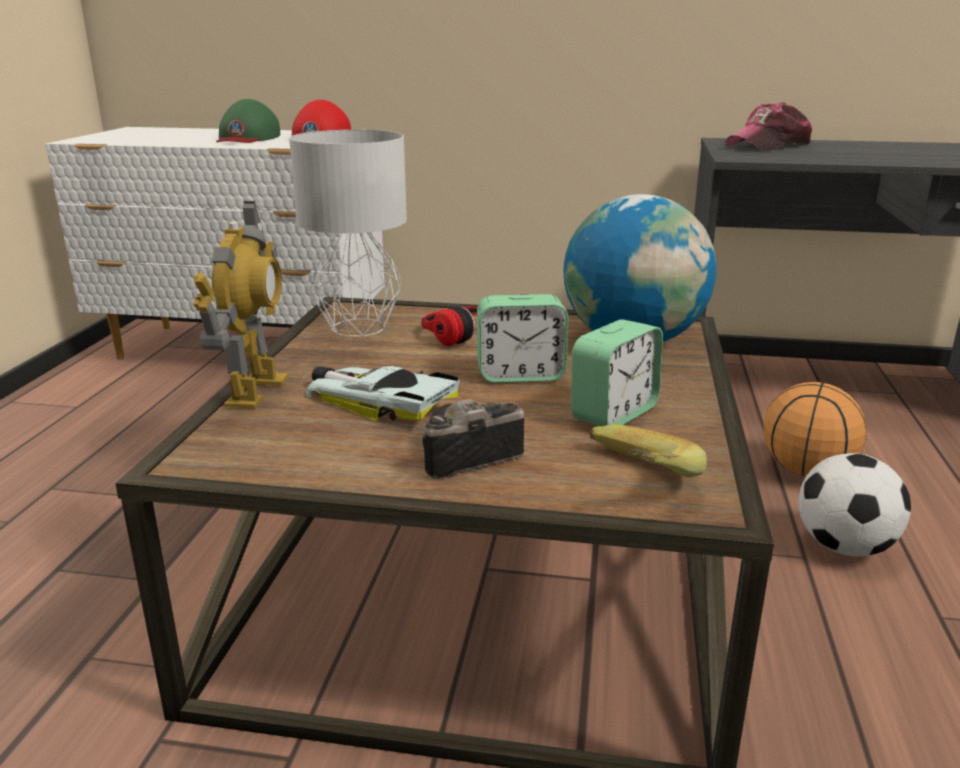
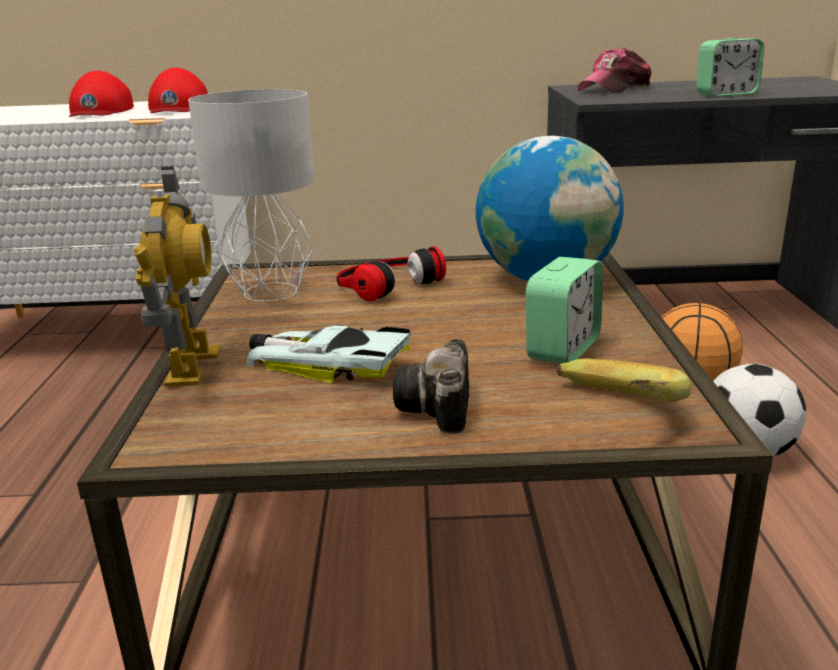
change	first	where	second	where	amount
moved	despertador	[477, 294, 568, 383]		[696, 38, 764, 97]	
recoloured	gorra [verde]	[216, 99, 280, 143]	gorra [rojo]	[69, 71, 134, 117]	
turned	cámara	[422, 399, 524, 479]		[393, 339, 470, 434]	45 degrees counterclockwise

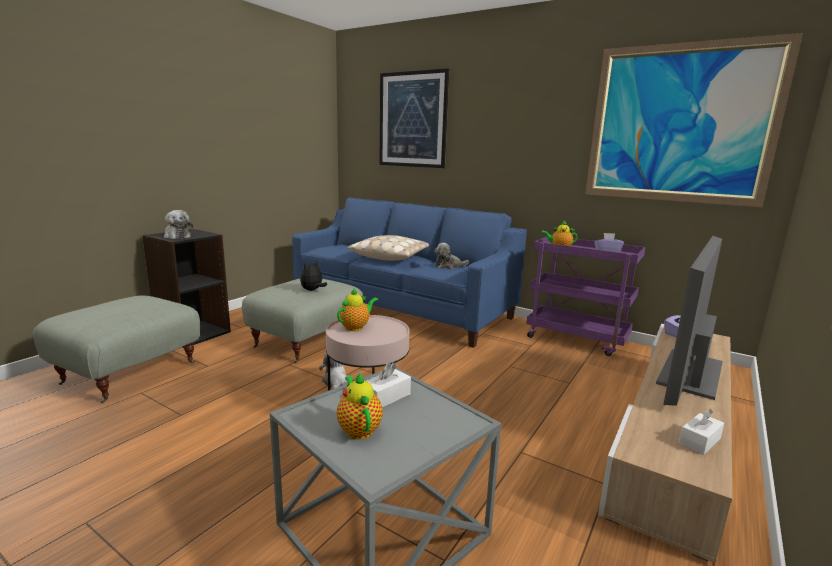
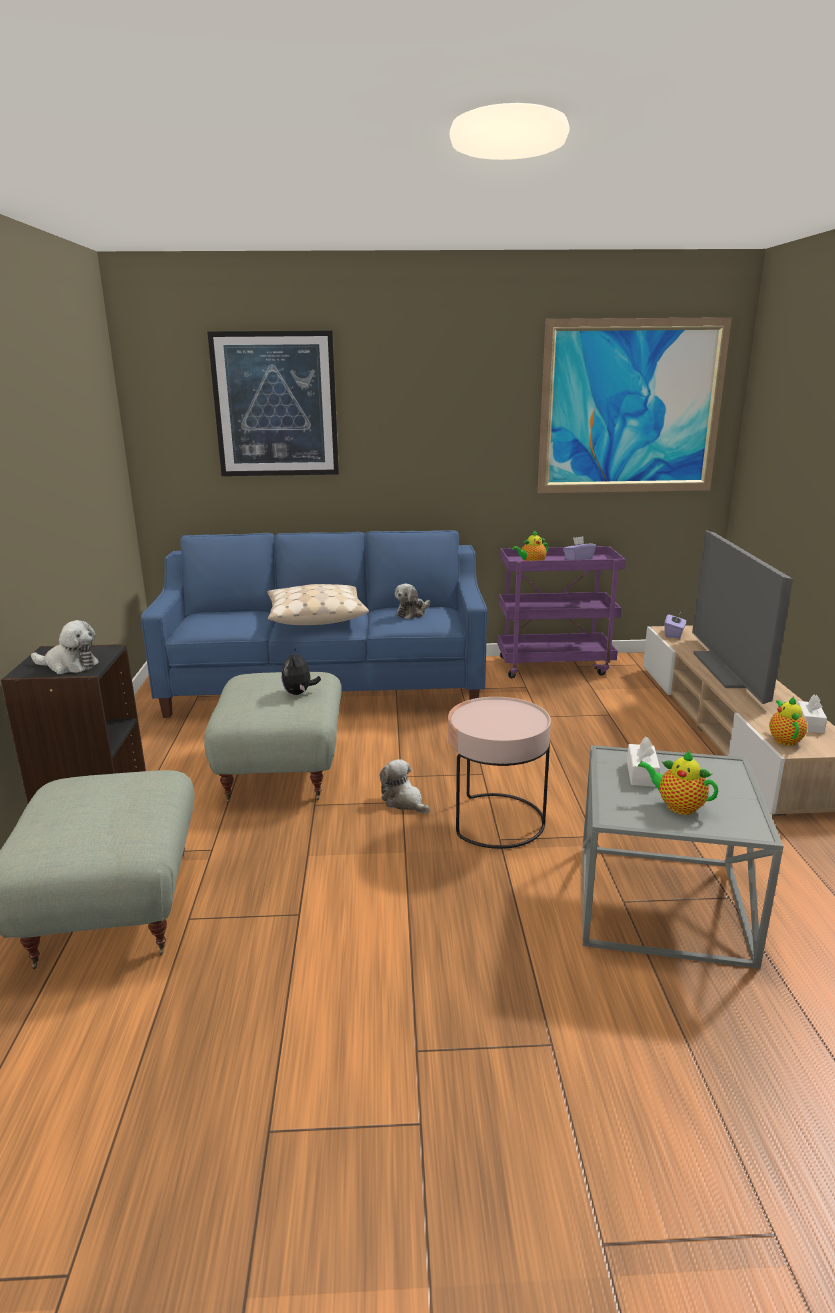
change	first	where	second	where	amount
moved	tetera	[337, 288, 378, 331]		[769, 696, 807, 746]	

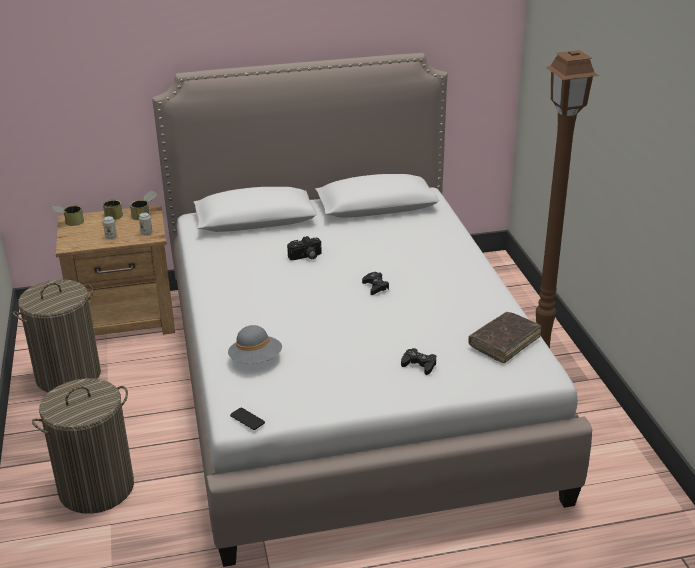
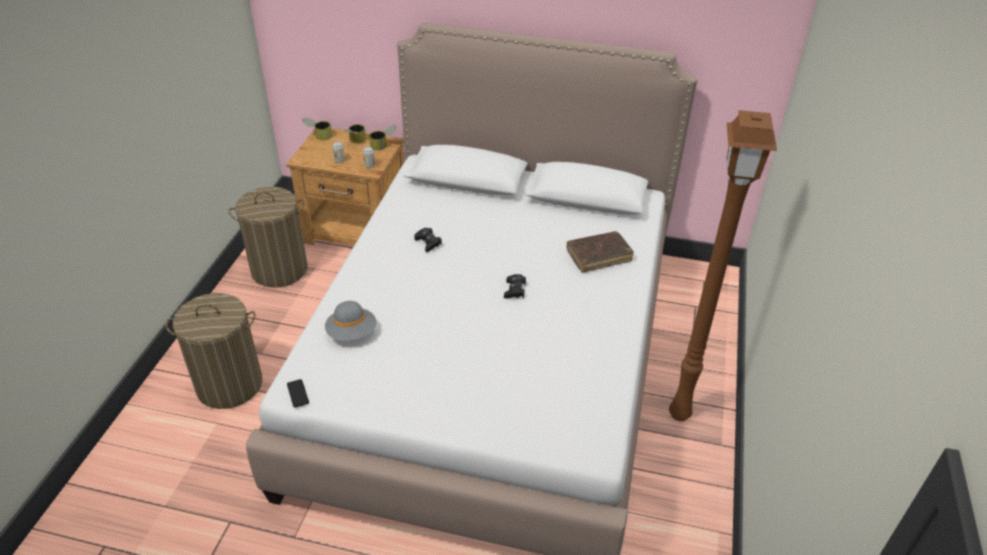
change	first	where	second	where	amount
removed	cámara	[287, 236, 322, 260]			
moved	mando de consola [negro]	[401, 348, 436, 375]		[414, 228, 442, 252]	
moved	libro [marrón]	[469, 312, 542, 363]		[567, 231, 634, 273]	

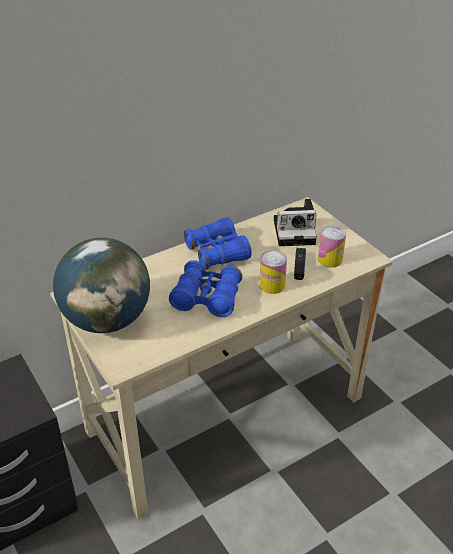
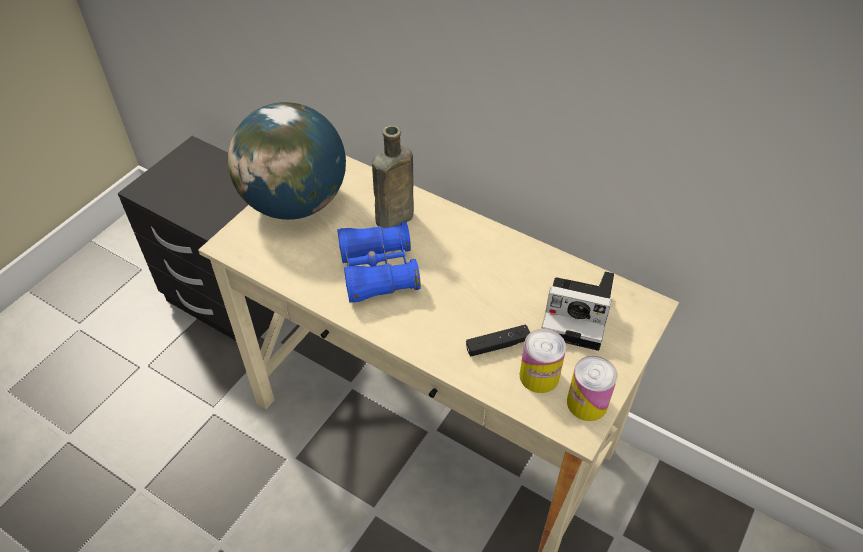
change	first	where	second	where	amount
removed	prismáticos [azul]	[184, 217, 252, 270]			
added			botella [marrón]	[372, 125, 414, 228]	
moved	lata	[259, 250, 287, 294]		[567, 355, 618, 421]	
turned	cámara	[274, 199, 317, 246]		[541, 271, 614, 351]	45 degrees counterclockwise

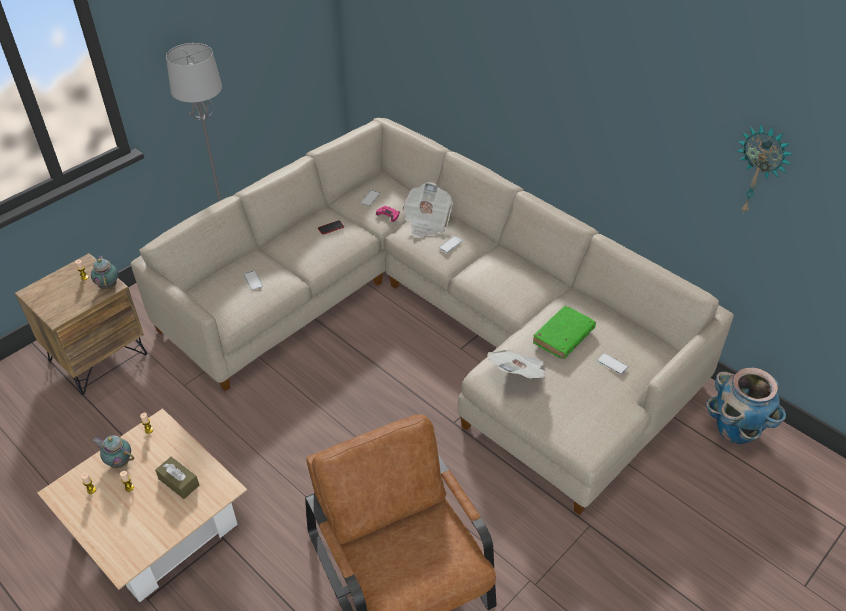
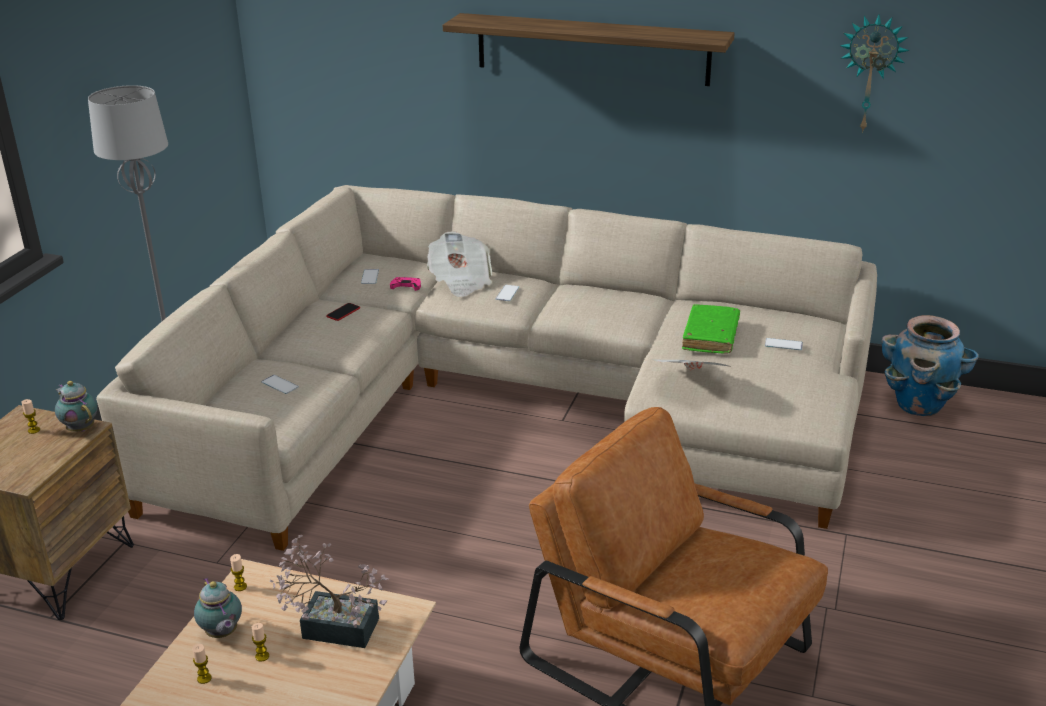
change	first	where	second	where	amount
added			estante	[443, 13, 735, 86]	
replaced	caja de pañuelos [marrón]	[155, 457, 199, 499]	planta en maceta	[270, 535, 389, 648]	
turned	tetera	[93, 435, 134, 468]		[194, 577, 242, 638]	120 degrees counterclockwise

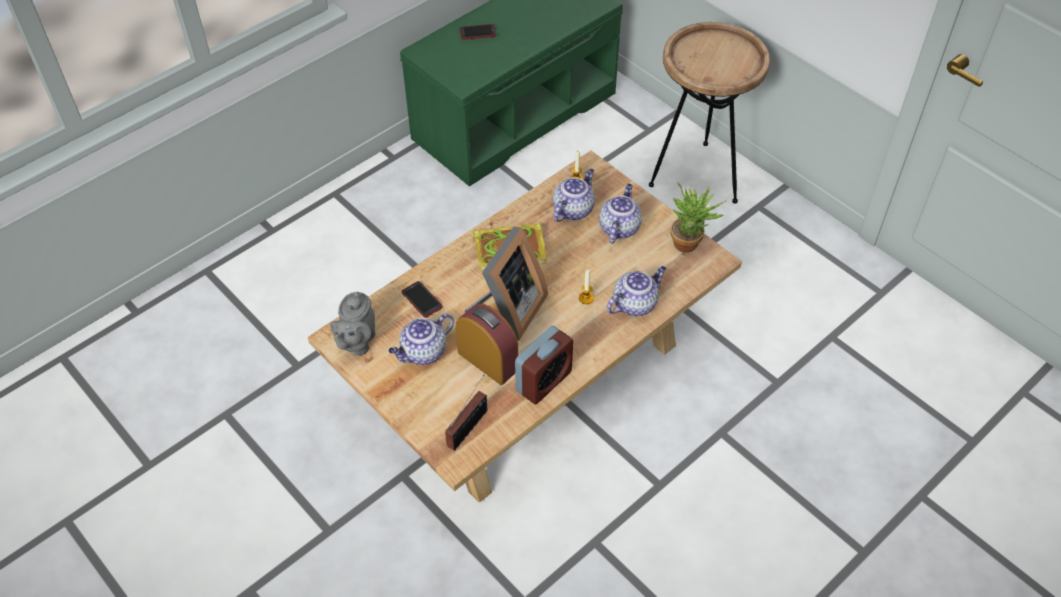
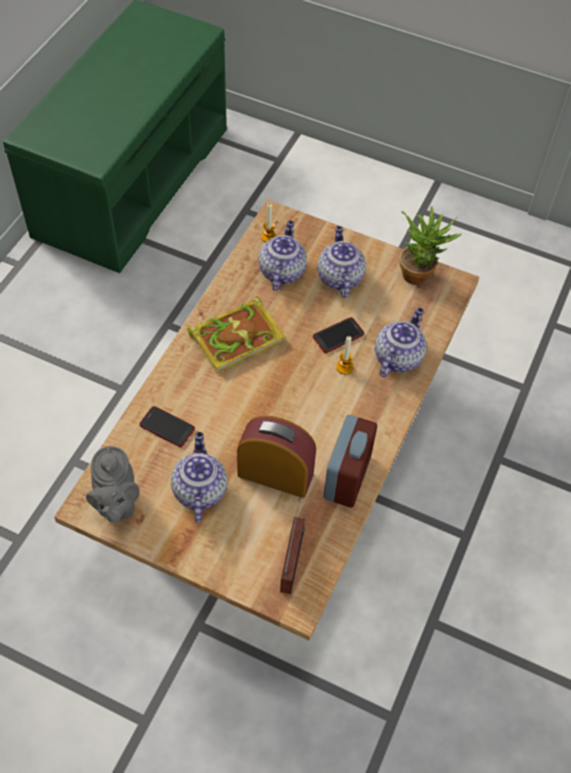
change	first	where	second	where	amount
removed	portarretratos	[465, 227, 548, 340]			
removed	mesa auxiliar [marrón]	[649, 22, 770, 204]			
moved	móvil	[460, 24, 496, 40]		[313, 317, 364, 353]	
turned	tetera	[389, 314, 454, 365]		[171, 432, 228, 523]	150 degrees clockwise

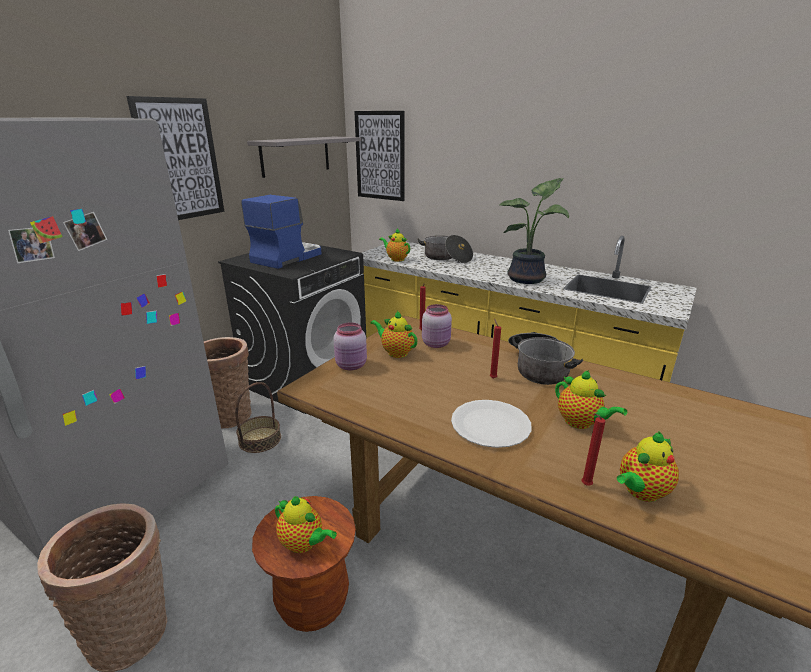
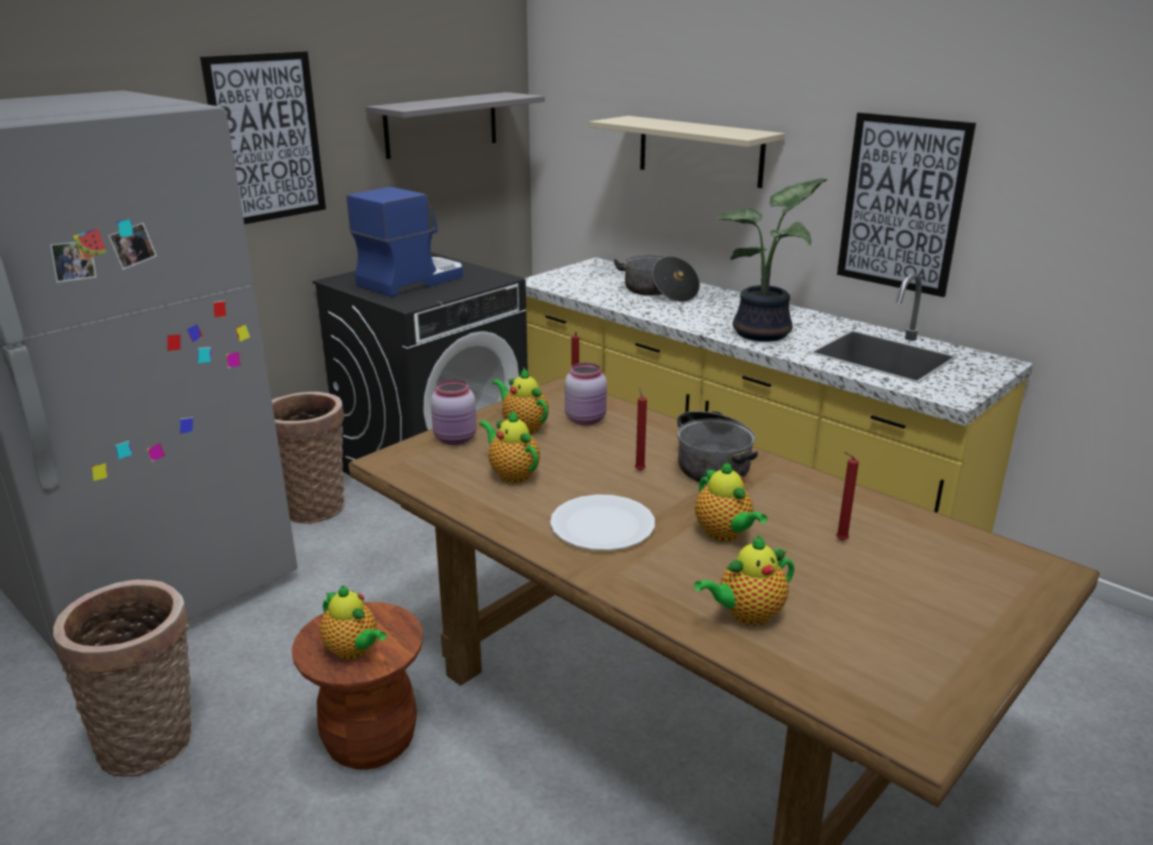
change	first	where	second	where	amount
removed	cesta	[235, 382, 281, 453]			
added			estante [beis]	[590, 116, 785, 188]	
moved	cuadro	[354, 111, 405, 201]		[837, 112, 976, 297]	
moved	tetera	[379, 228, 410, 262]		[479, 410, 540, 483]	
moved	vela [rojo]	[581, 413, 606, 485]		[836, 452, 859, 541]	

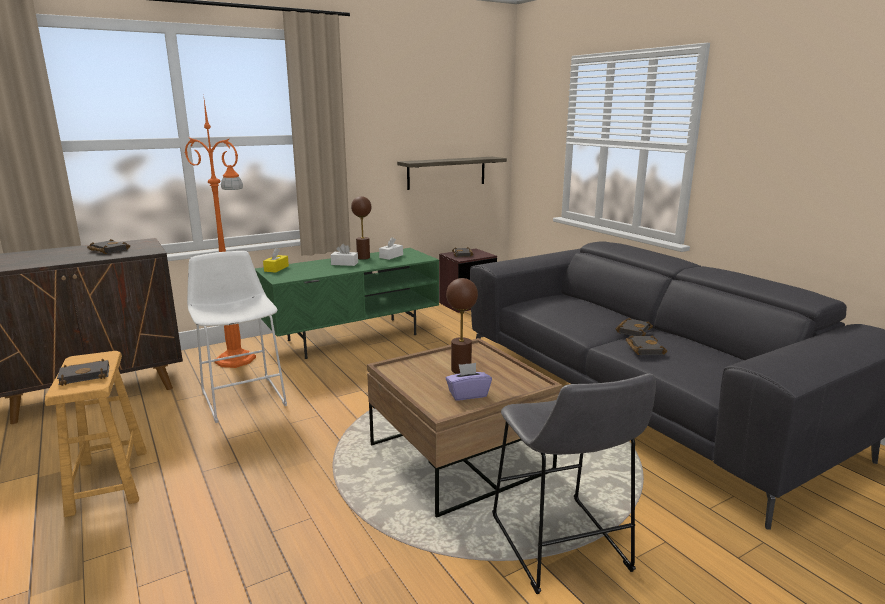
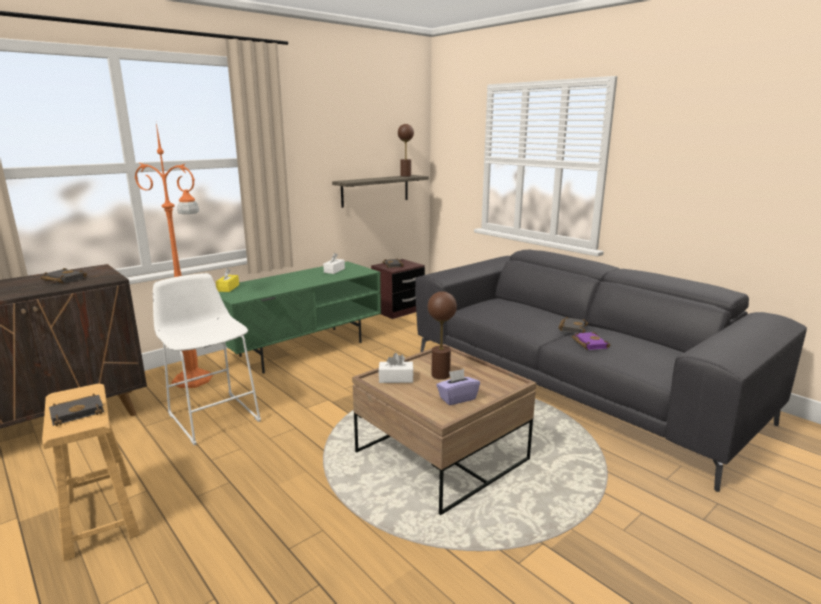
change	first	where	second	where	amount
removed	taburete [gris]	[492, 374, 656, 594]			
moved	caja de pañuelos [blanco]	[331, 244, 358, 266]		[379, 353, 414, 383]	
moved	lámpara de mesa [marrón]	[351, 196, 371, 260]		[398, 124, 414, 177]	
recoloured	libro [negro]	[626, 336, 667, 355]	libro [morado]	[572, 332, 610, 350]	

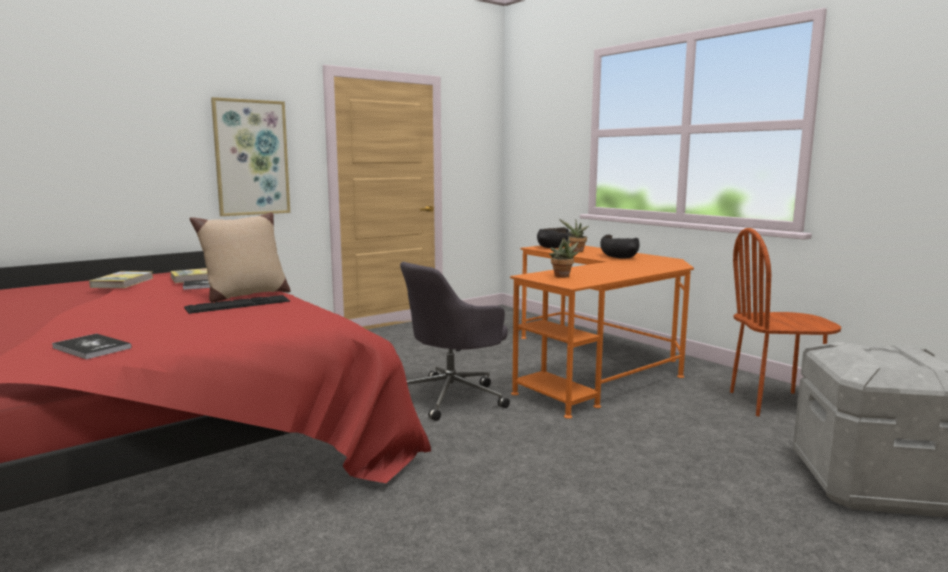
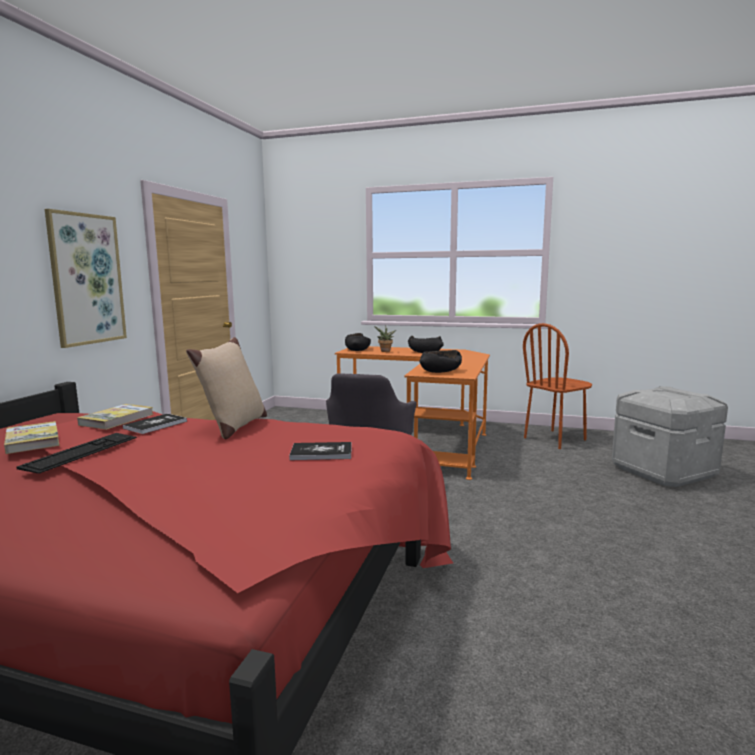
change	first	where	second	where	amount
moved	libro	[52, 333, 131, 359]		[289, 442, 352, 460]	
moved	teclado	[184, 295, 290, 314]		[17, 433, 137, 474]	
replaced	planta en maceta	[549, 236, 580, 278]	cuenco [negro]	[419, 350, 462, 373]	

